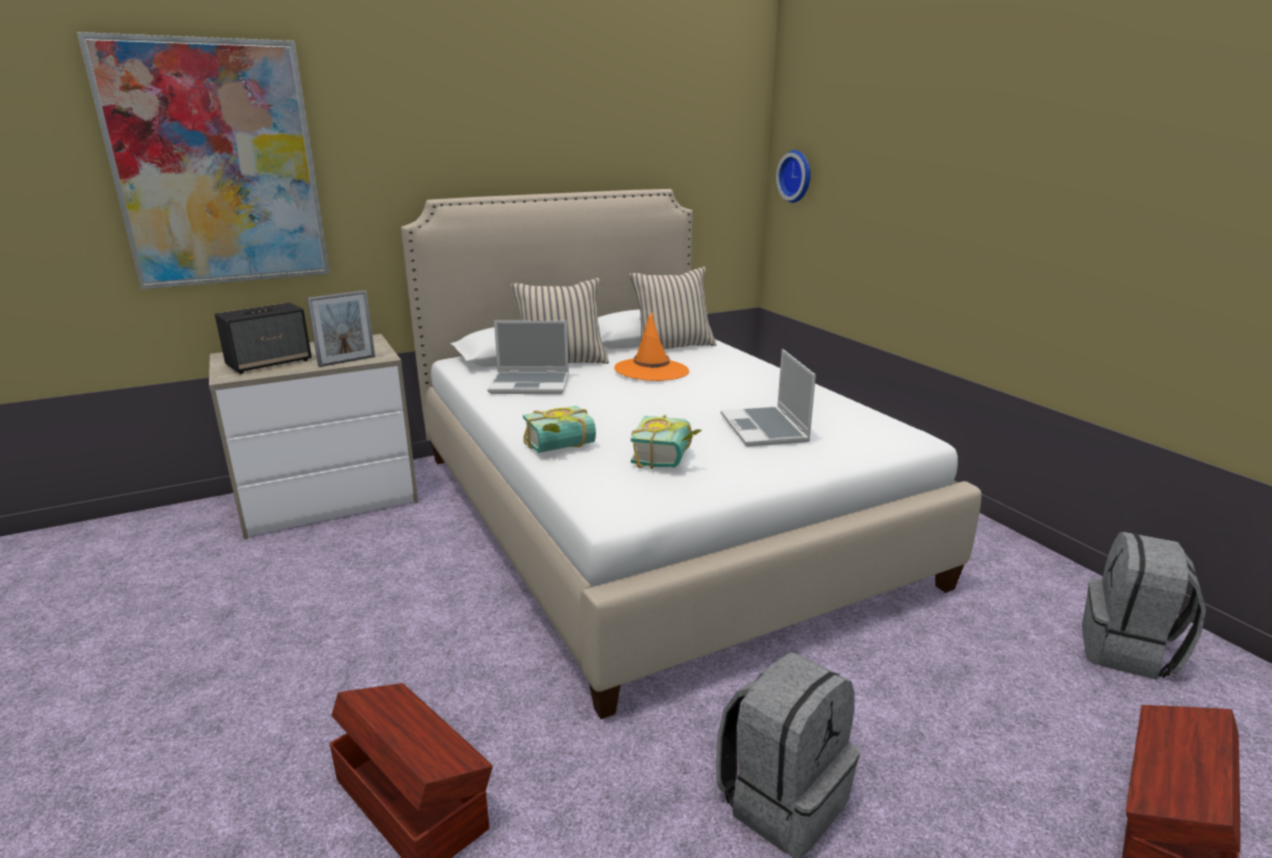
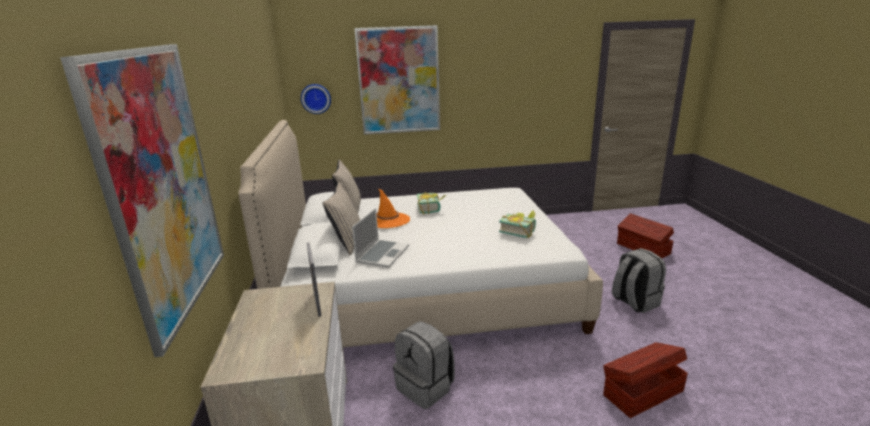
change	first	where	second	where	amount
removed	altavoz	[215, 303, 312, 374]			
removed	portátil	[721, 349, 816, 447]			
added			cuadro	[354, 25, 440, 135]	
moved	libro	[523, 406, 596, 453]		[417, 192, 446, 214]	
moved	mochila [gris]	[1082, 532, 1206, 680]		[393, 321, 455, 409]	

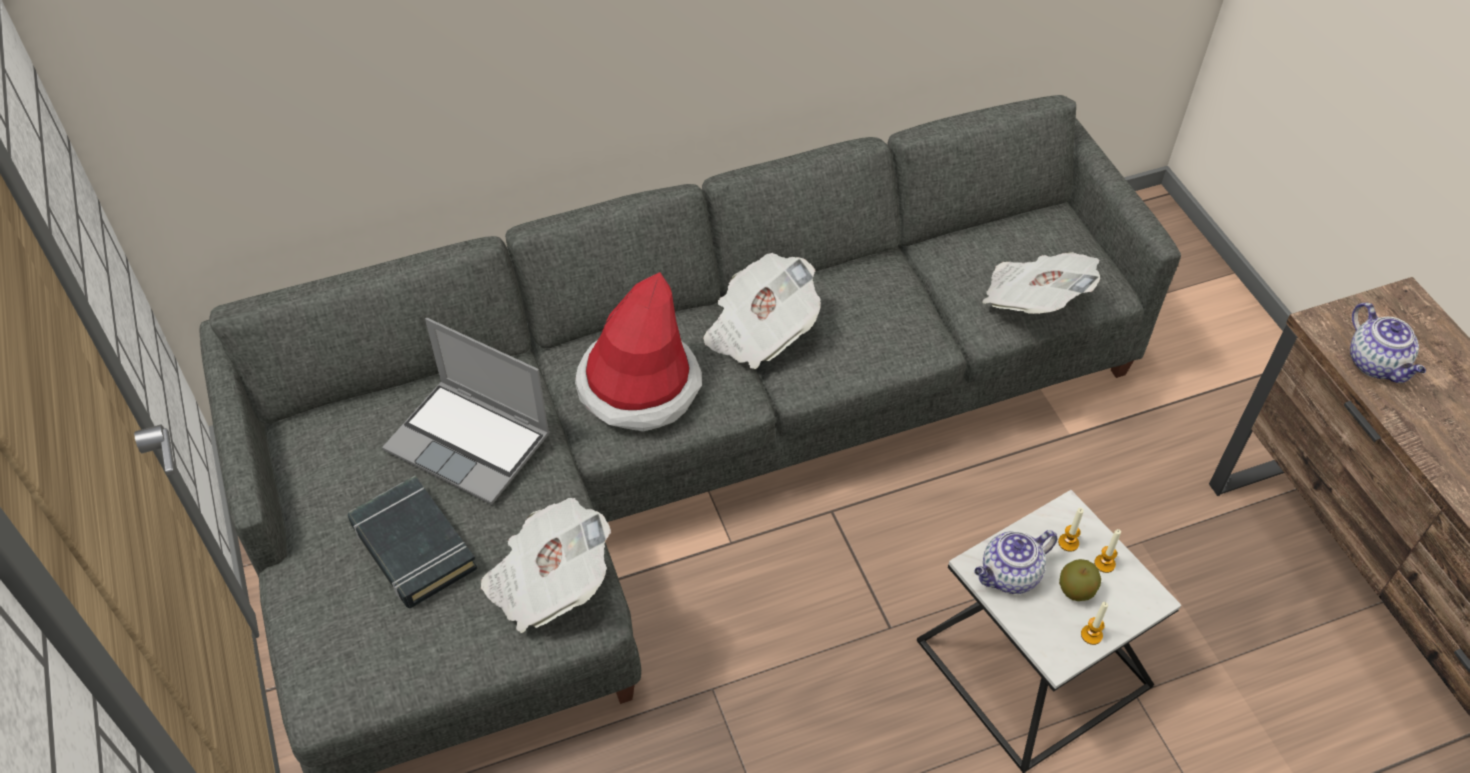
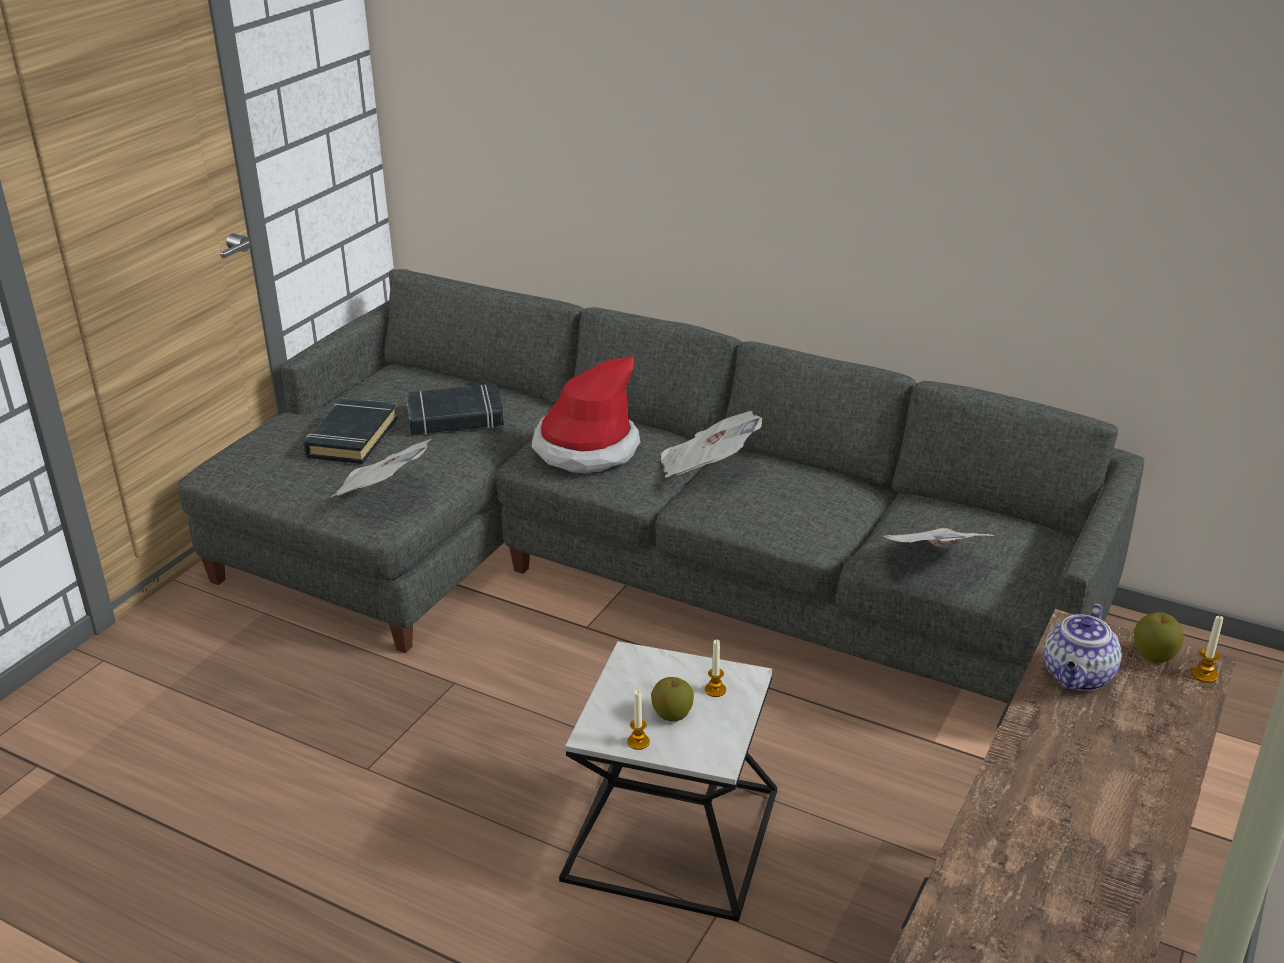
change	first	where	second	where	amount
removed	tetera	[974, 530, 1057, 594]			
added			manzana	[1134, 612, 1184, 663]	
moved	vela	[1094, 529, 1121, 573]		[1191, 616, 1223, 683]	
replaced	portátil	[382, 318, 550, 505]	libro [negro]	[406, 384, 504, 435]	

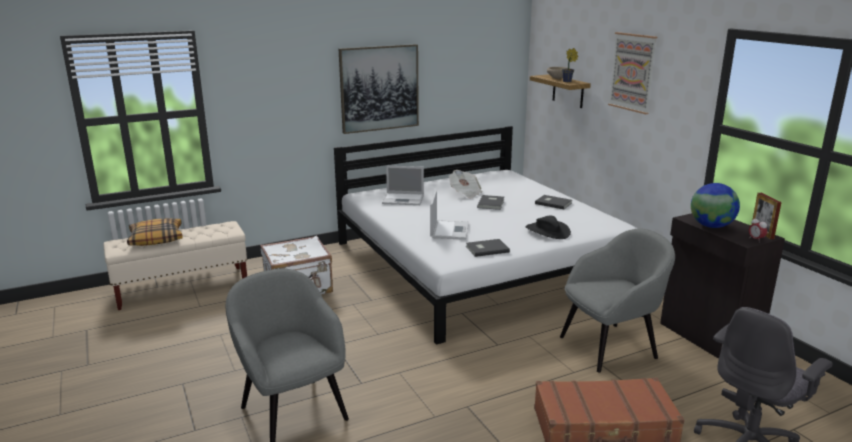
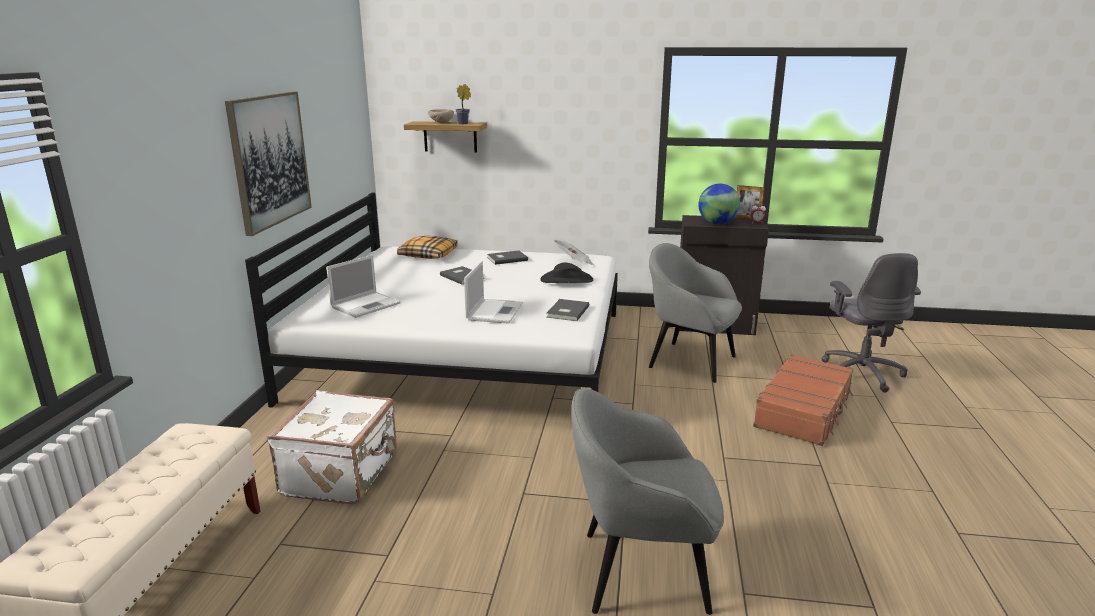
change	first	where	second	where	amount
removed	cuadro	[608, 32, 657, 114]			
moved	cojín	[127, 218, 183, 246]		[397, 236, 458, 259]	
moved	periódico	[449, 170, 483, 198]		[554, 240, 594, 265]	
turned	portátil	[430, 190, 469, 240]		[464, 261, 523, 324]	60 degrees clockwise
turned	sillón [gris]	[560, 228, 675, 373]		[649, 243, 742, 383]	75 degrees counterclockwise

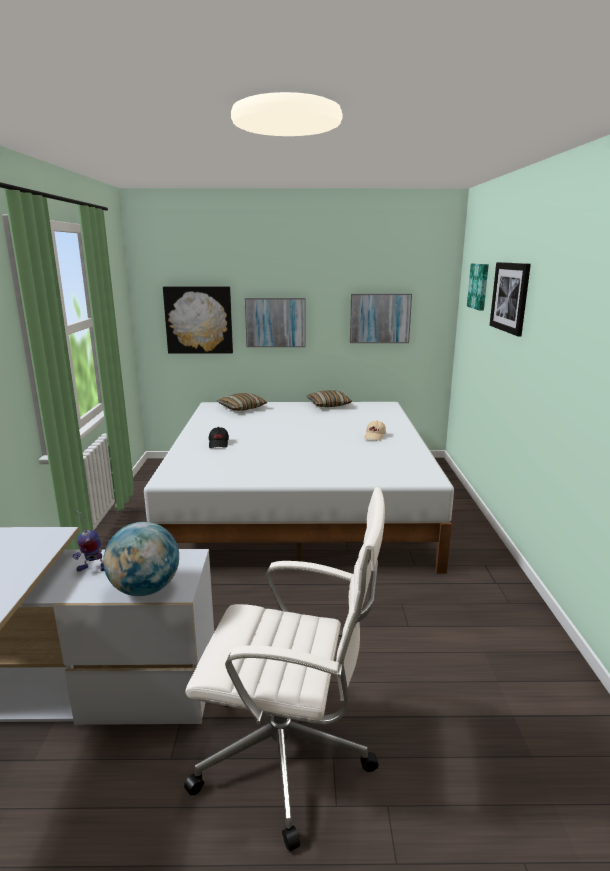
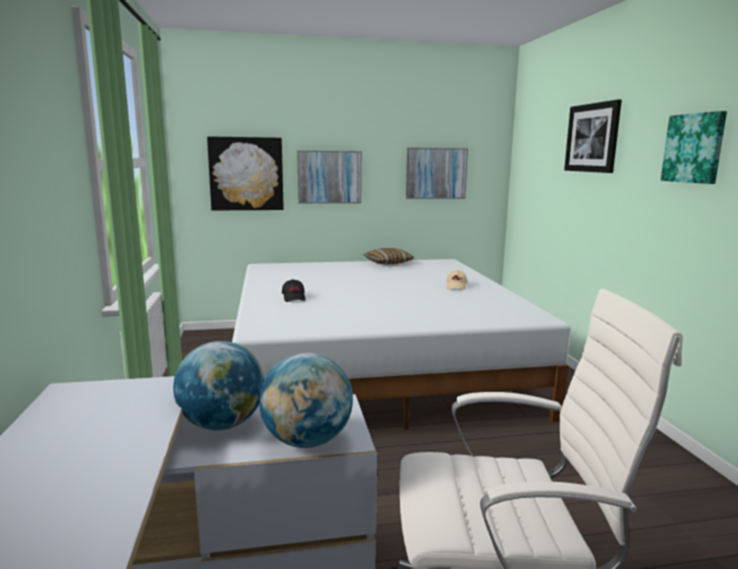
change	first	where	second	where	amount
removed	cojín	[216, 393, 267, 411]			
moved	cuadro	[467, 263, 489, 311]		[661, 111, 727, 184]	
replaced	robot de juguete	[72, 511, 105, 572]	globo terráqueo	[173, 341, 264, 430]	

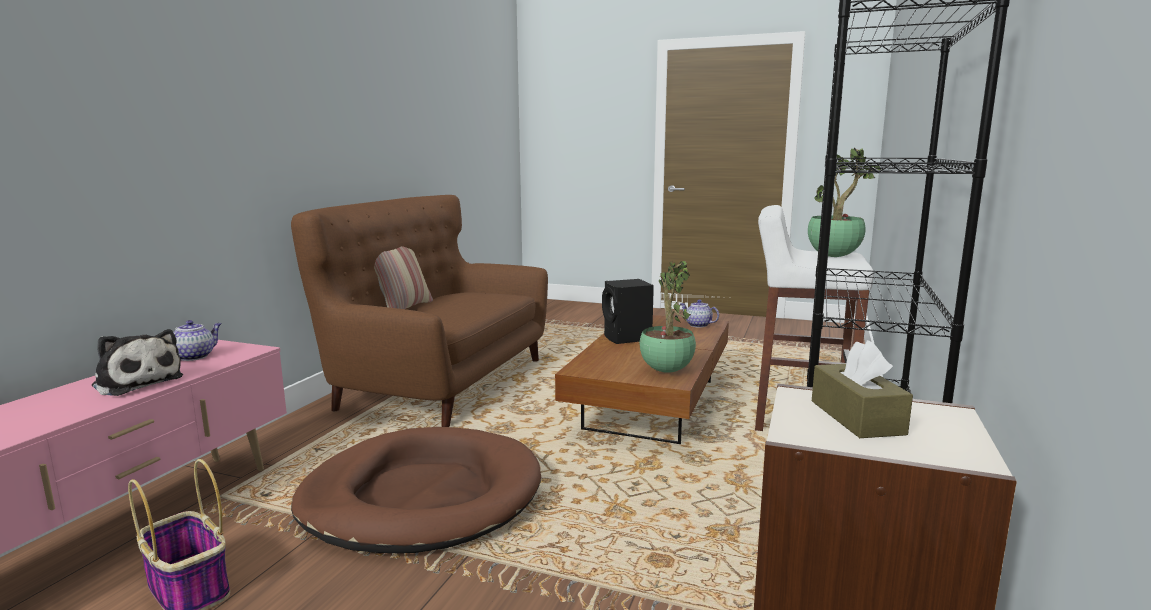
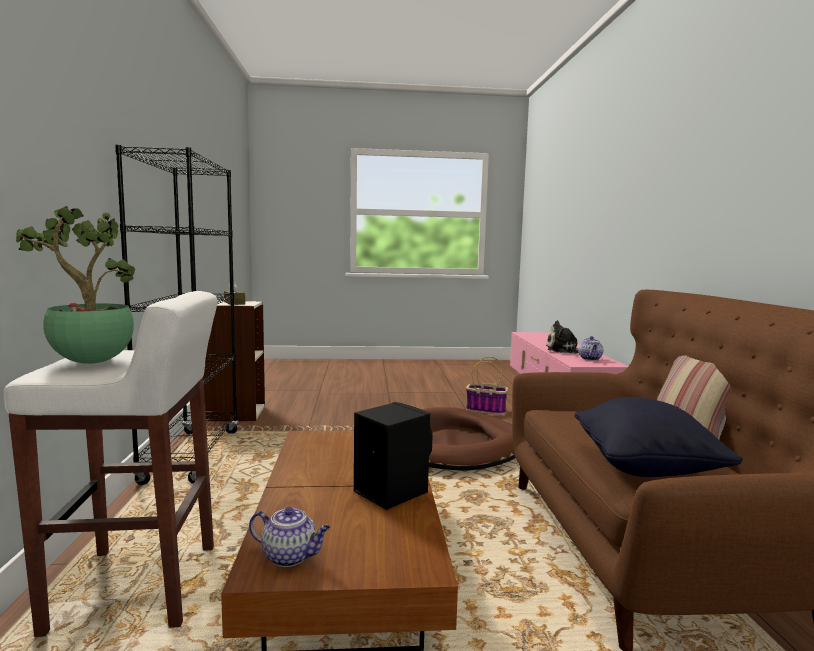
change	first	where	second	where	amount
removed	planta en maceta	[640, 261, 696, 373]			
added			cojín [negro]	[574, 397, 743, 477]	

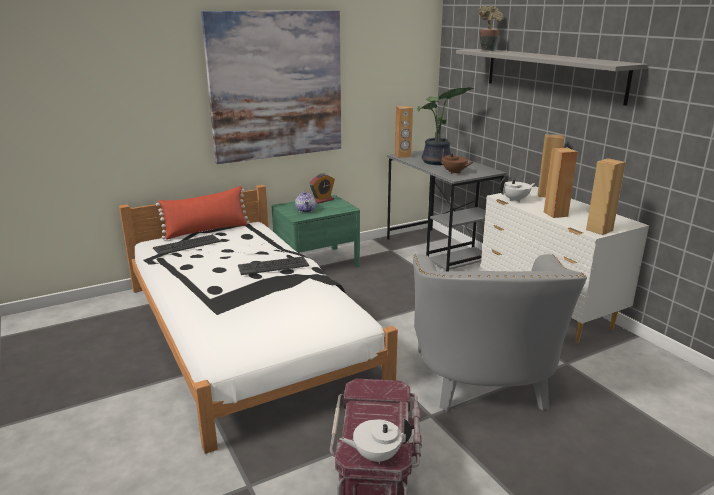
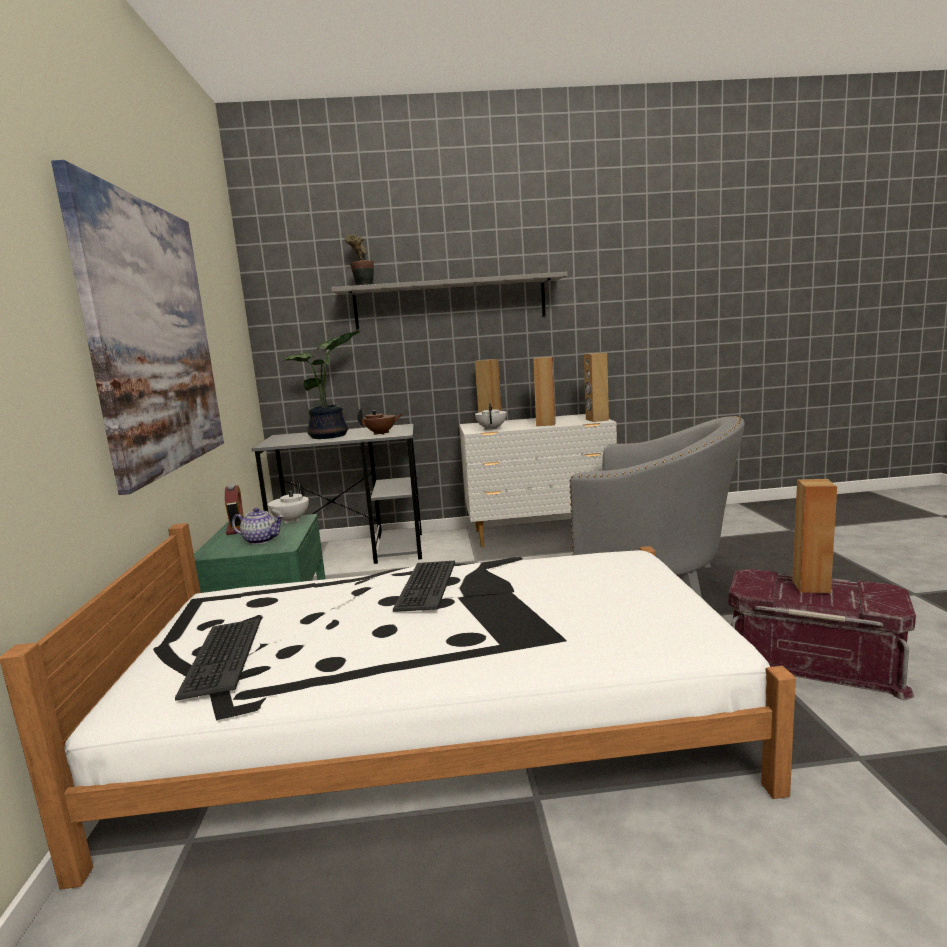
change	first	where	second	where	amount
removed	cojín [rojo]	[156, 186, 250, 240]			
moved	tetera [blanco]	[339, 419, 412, 464]		[268, 483, 309, 525]	
moved	altavoz [marrón]	[395, 106, 413, 158]		[792, 479, 837, 593]	

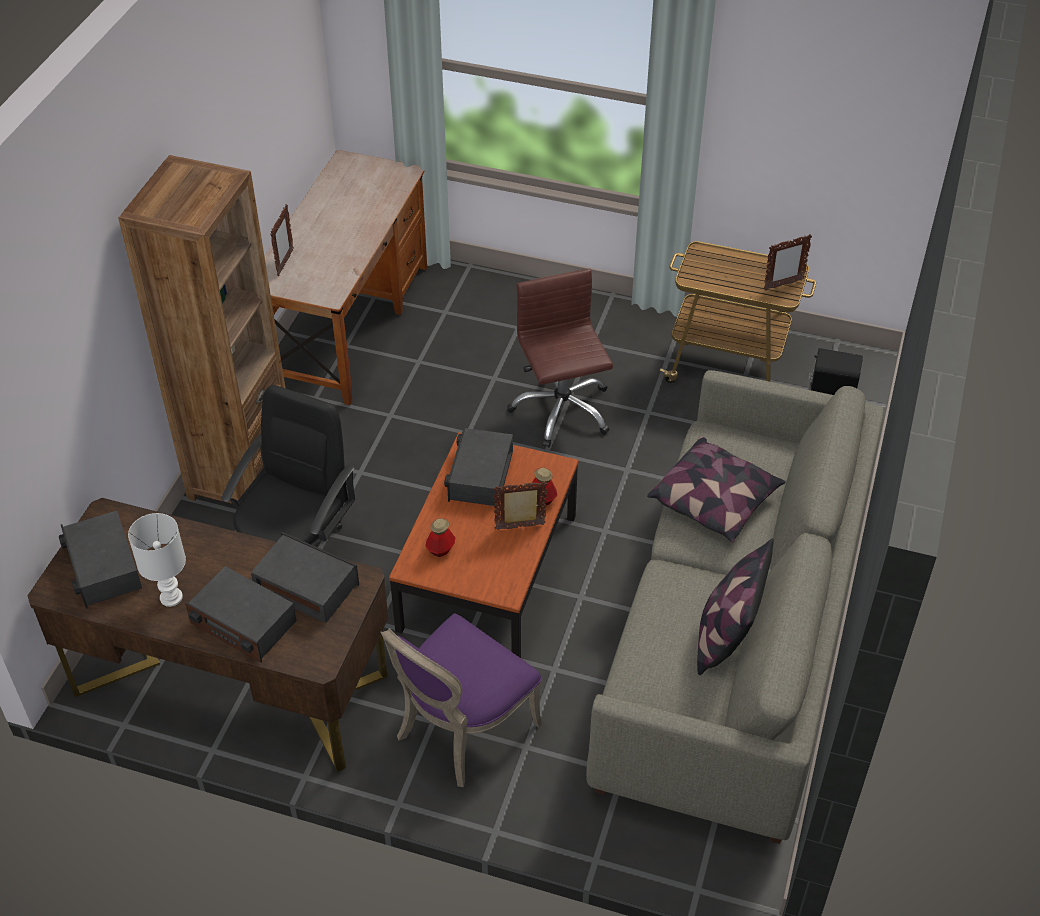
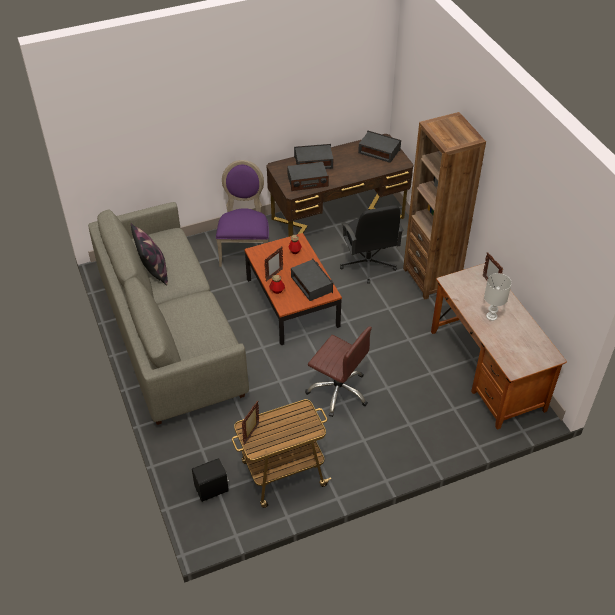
change	first	where	second	where	amount
removed	cojín	[647, 436, 786, 543]			
moved	lámpara de mesa [blanco]	[128, 513, 186, 607]		[484, 273, 512, 321]	

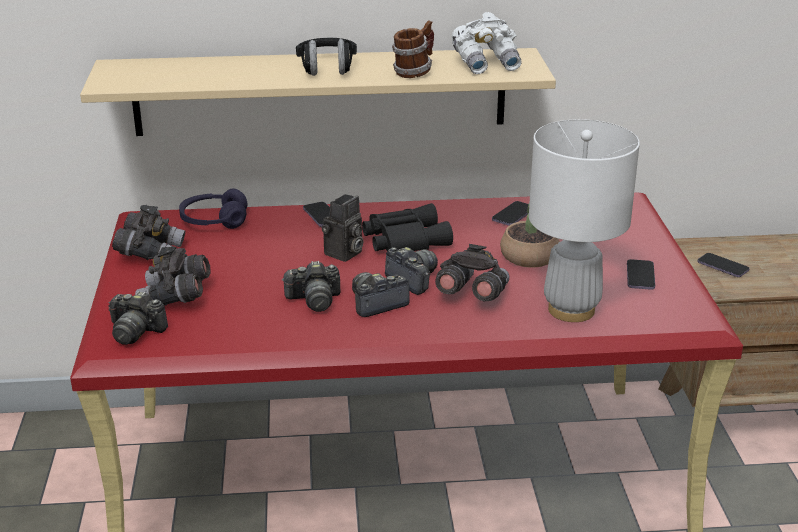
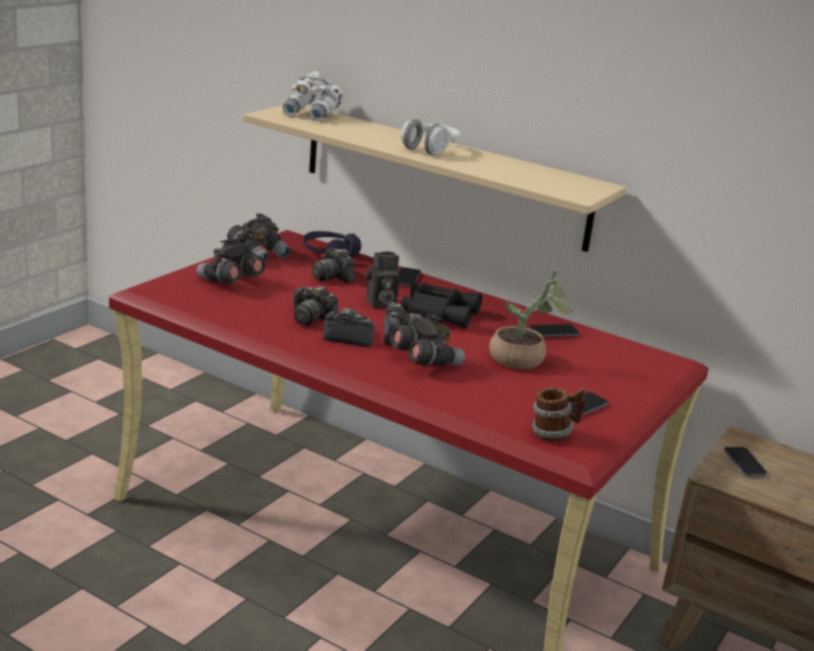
change	first	where	second	where	amount
removed	lámpara de mesa [blanco]	[529, 119, 640, 322]			
moved	cámara	[109, 291, 168, 345]		[312, 248, 355, 283]	
moved	taza grande	[392, 20, 434, 78]		[531, 388, 586, 441]	
moved	prismáticos [blanco]	[452, 12, 522, 74]		[283, 71, 344, 121]	
recoloured	auriculares [negro]	[296, 38, 357, 76]	auriculares [blanco]	[400, 119, 460, 155]	

